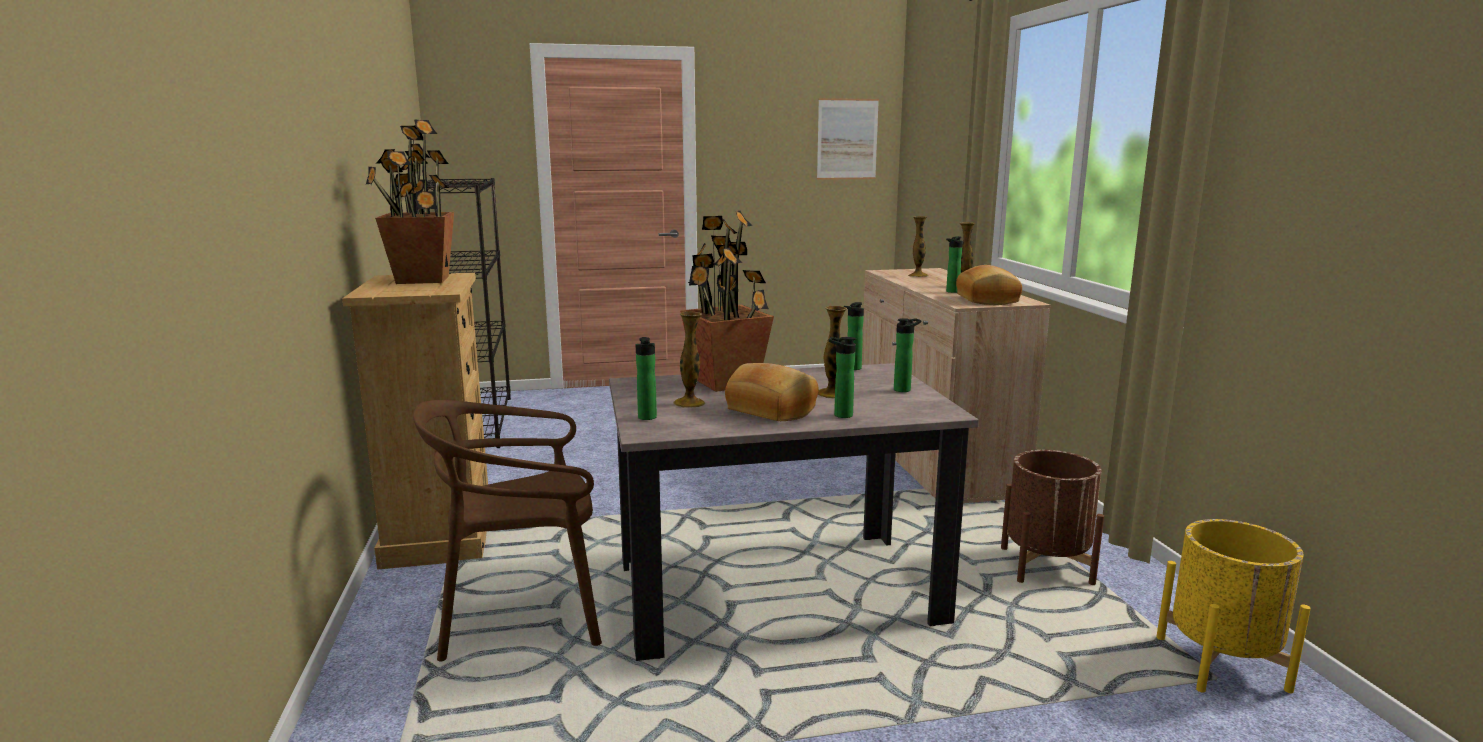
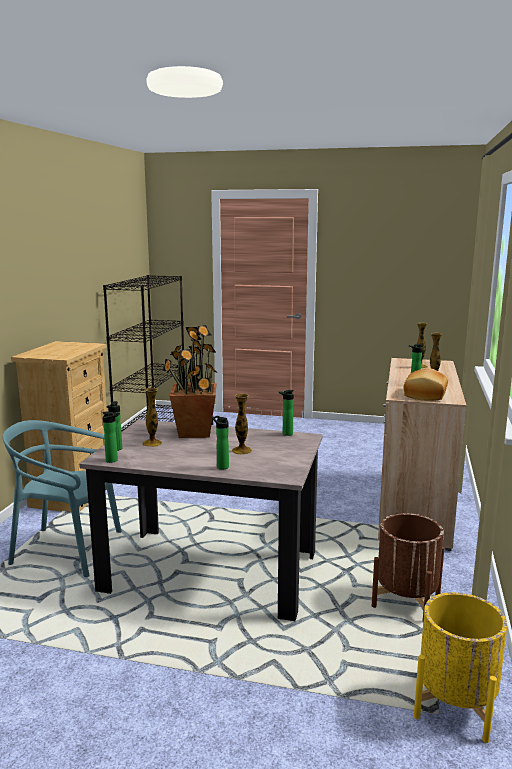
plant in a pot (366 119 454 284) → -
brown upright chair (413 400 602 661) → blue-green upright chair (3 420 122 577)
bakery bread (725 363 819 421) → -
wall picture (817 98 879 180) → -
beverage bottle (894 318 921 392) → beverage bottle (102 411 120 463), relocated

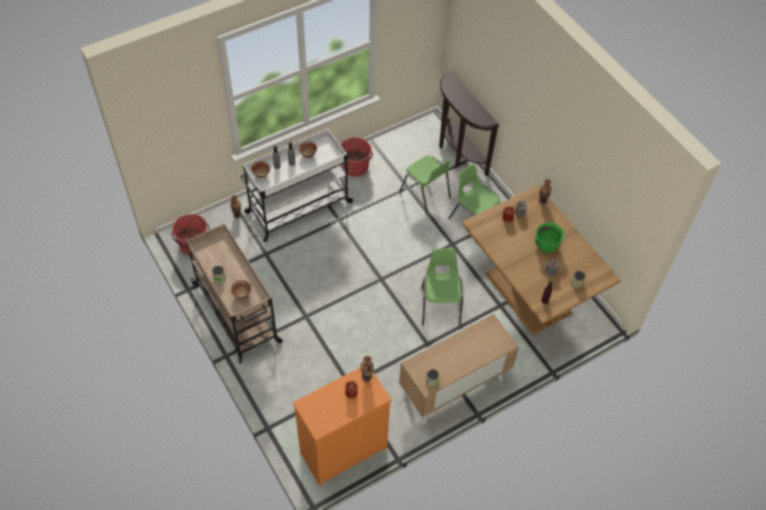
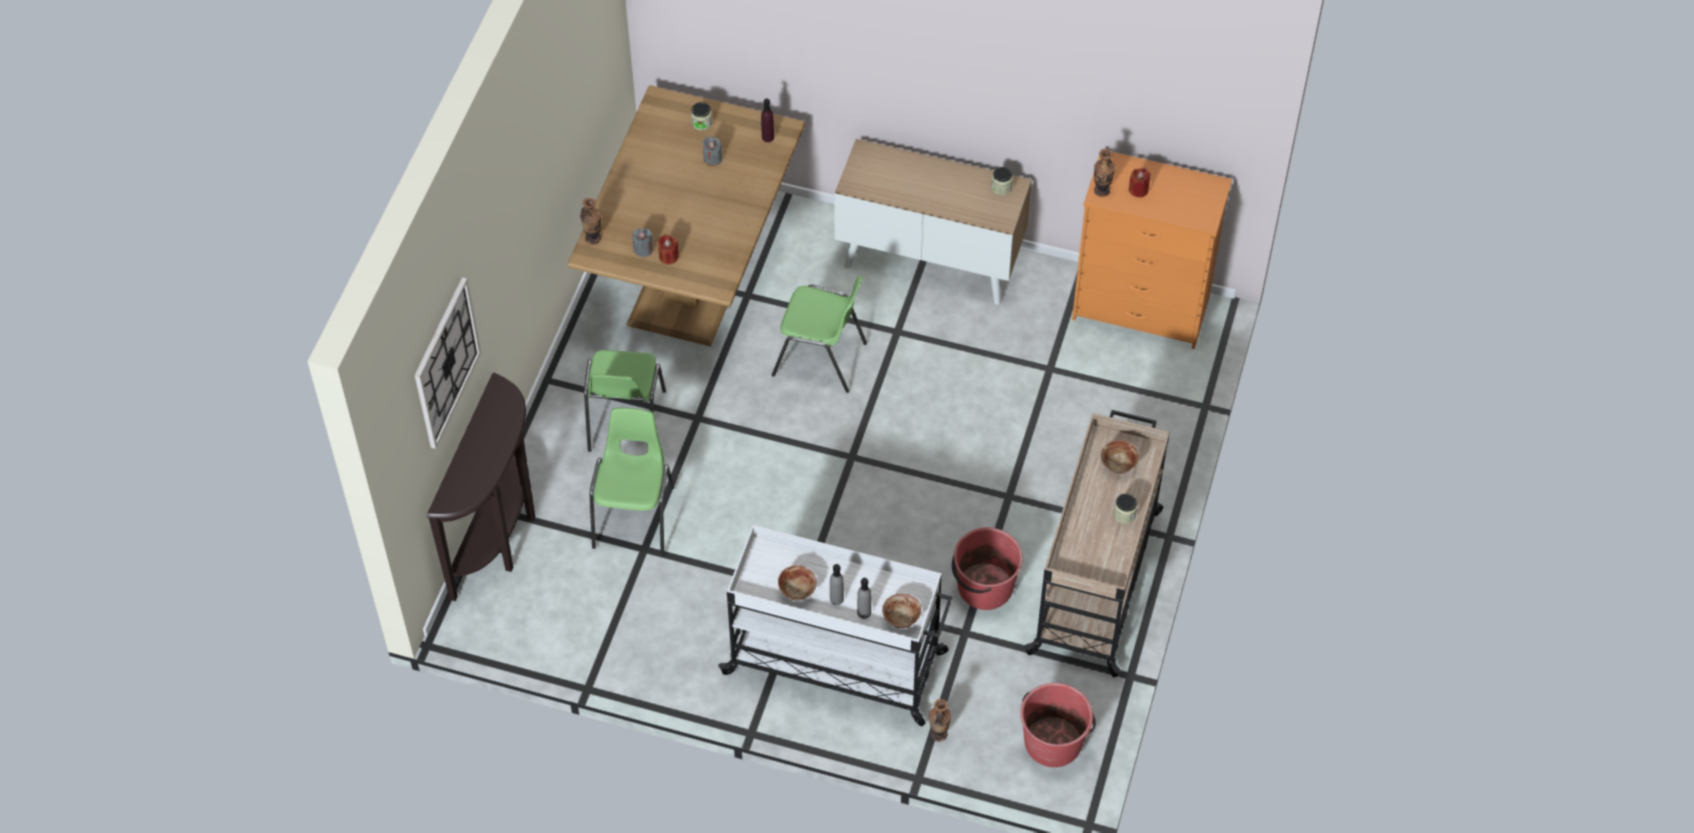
red-coloured water bucket (340 137 373 177) → red-coloured water bucket (952 527 1023 610), relocated
green upright chair (421 248 464 325) → green upright chair (772 276 867 393), 120 degrees counterclockwise
green saucepot (535 222 564 252) → -
- → clock on the wall (415 277 481 449)

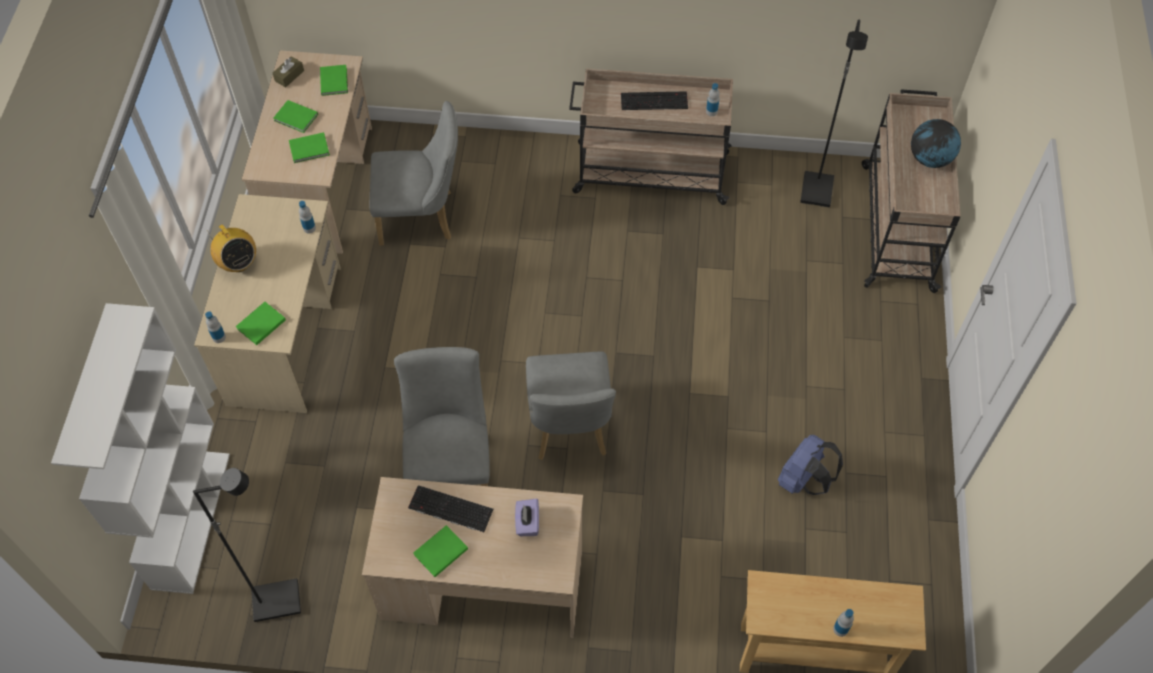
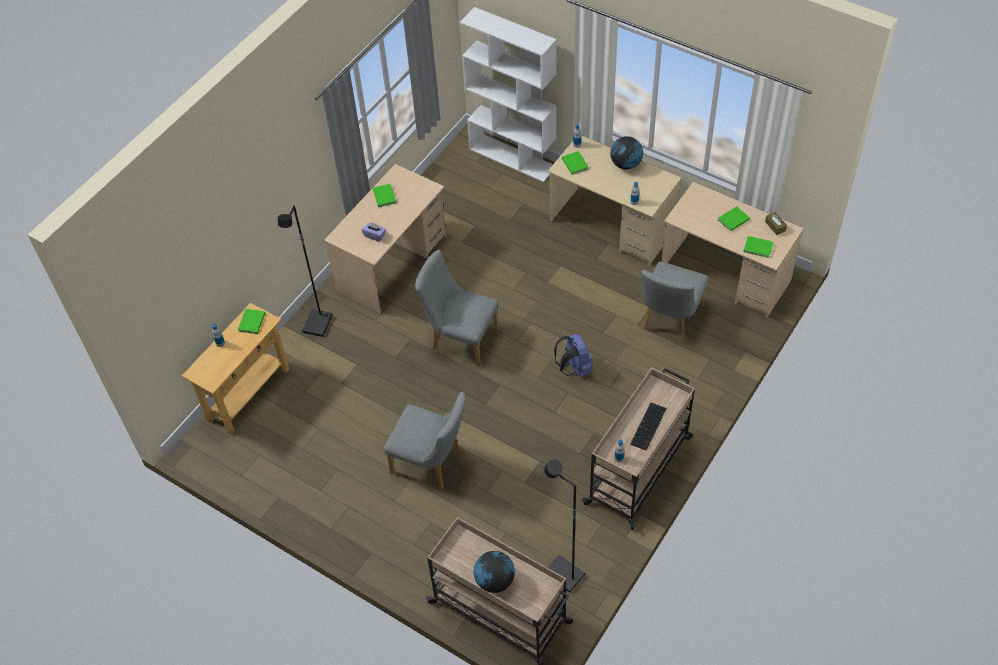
black standing lamp (193 468 301 622) → black standing lamp (278 205 333 337), relocated
radio set (207 225 256 272) → world globe (610 136 643 170)
green bound book (289 132 330 163) → green bound book (238 309 265 334), relocated
greyish upright chair (394 347 490 486) → greyish upright chair (384 392 465 489), relocated
keyboard (408 485 493 532) → -
blue-coloured rucksack (778 435 843 495) → blue-coloured rucksack (554 334 593 377), relocated

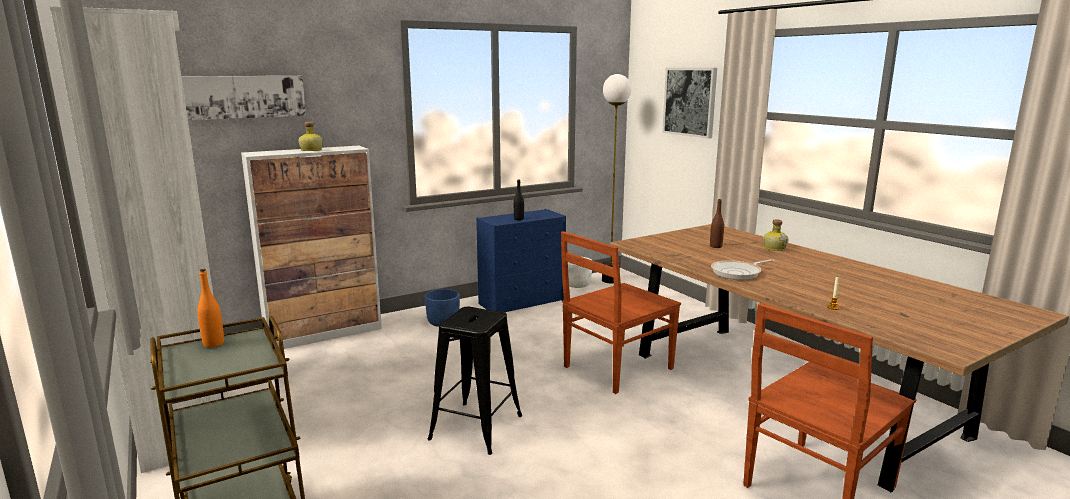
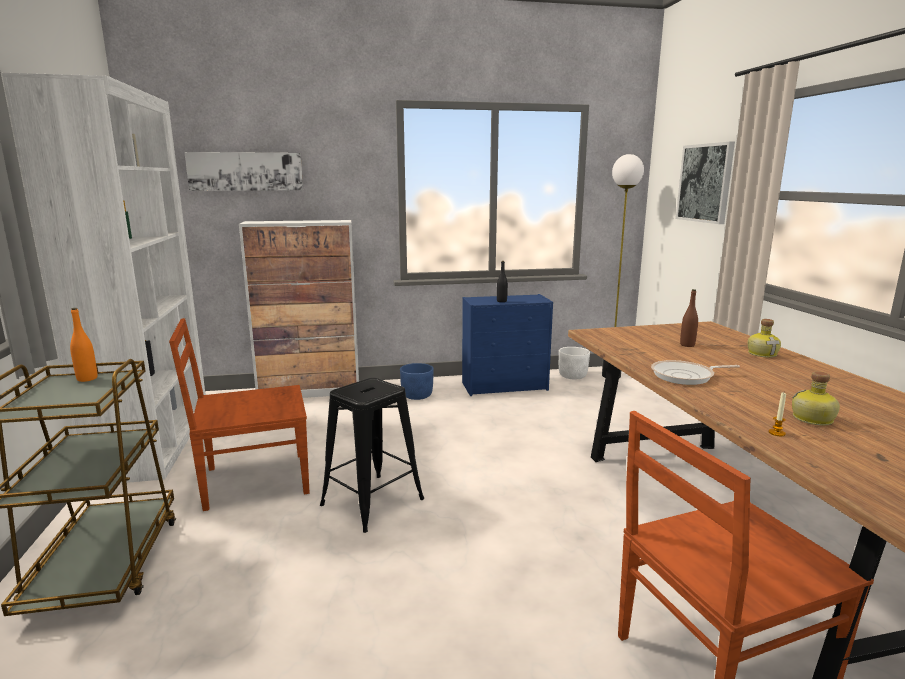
beverage bottle (299 122 323 151) → beverage bottle (792 371 840 426), relocated
brown upright chair (561 231 681 394) → brown upright chair (169 318 310 511), relocated

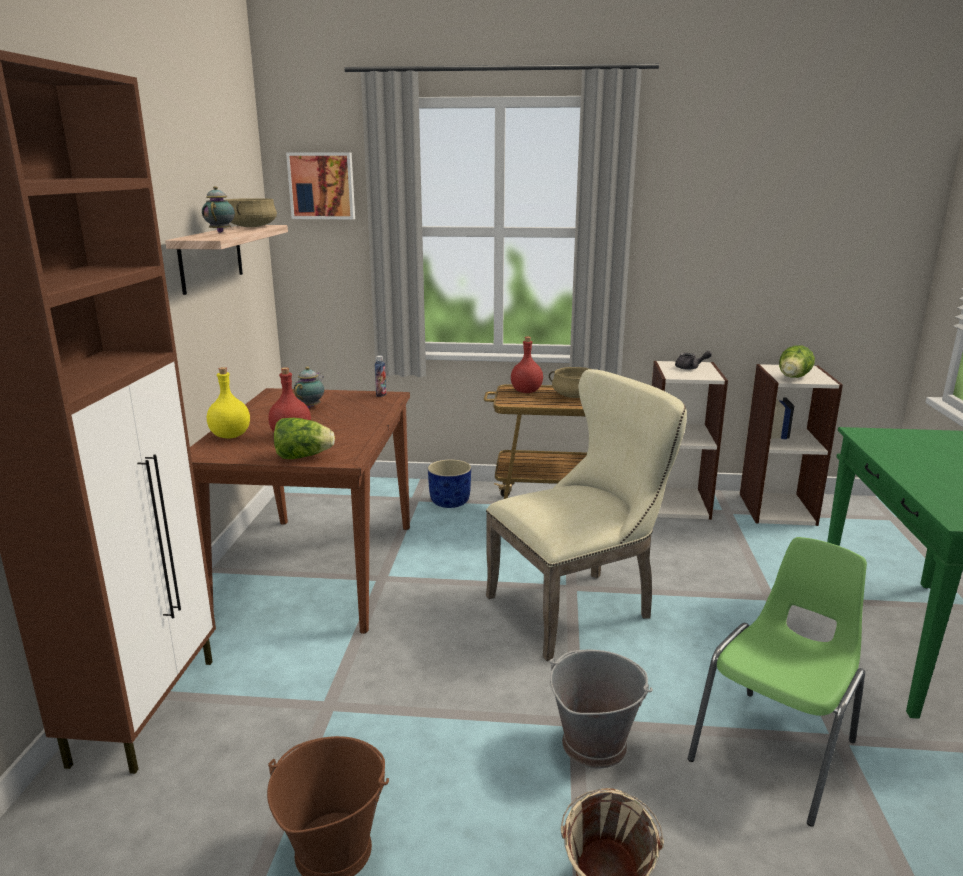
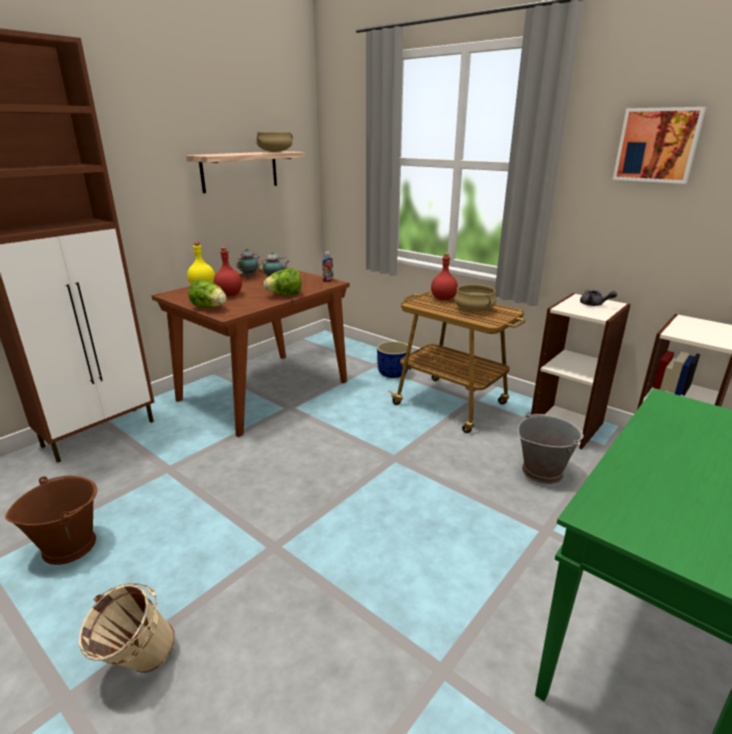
teapot (202 186 235 233) → teapot (237 249 260 277), relocated
wall picture (286 152 355 219) → wall picture (613 107 706 184), relocated
beige upright chair (486 369 687 661) → -
greyish water bucket (550 650 653 769) → greyish water bucket (518 412 584 484), relocated
green upright chair (688 537 867 827) → -
head of lettuce (779 345 815 378) → head of lettuce (263 268 302 295), relocated

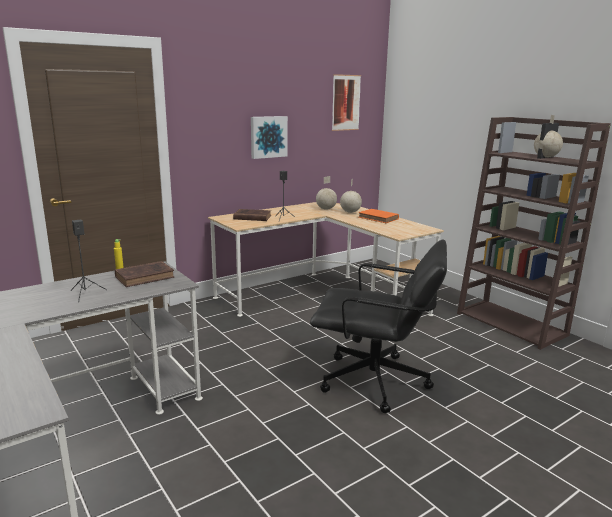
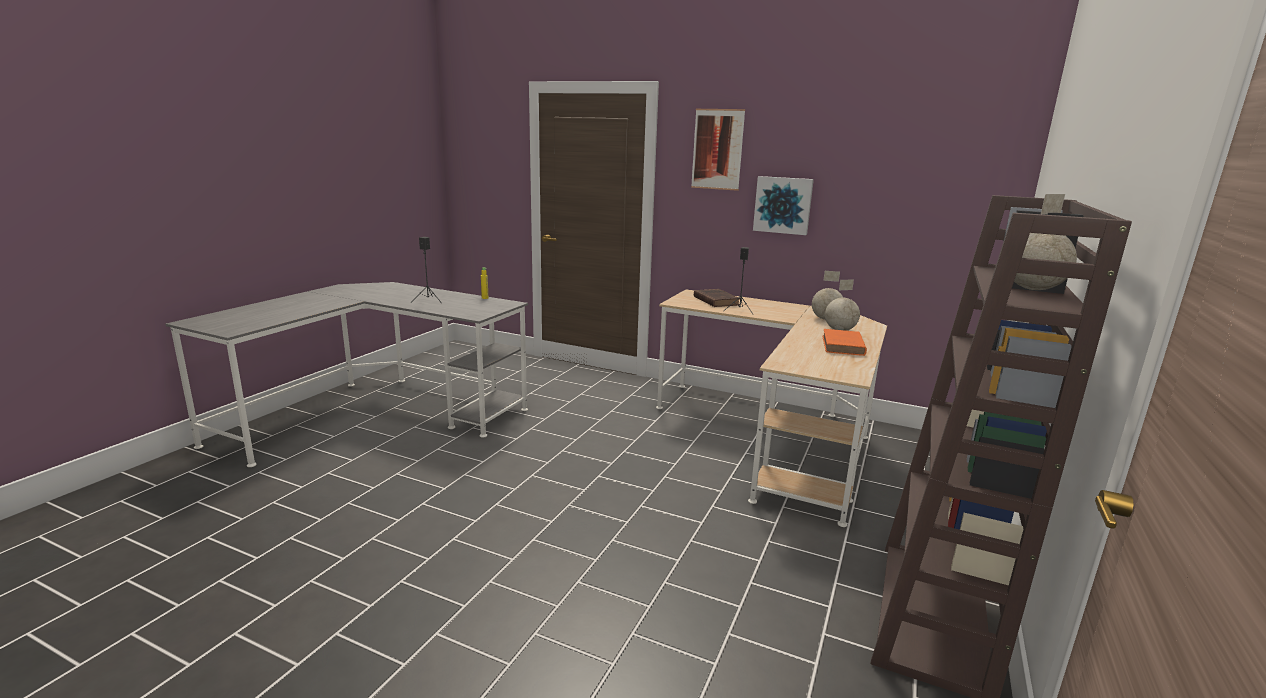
brown bound book (115 261 174 287) → -
black desk chair (310 239 447 413) → -
wall picture (332 74 361 131) → wall picture (691 109 745 191), relocated

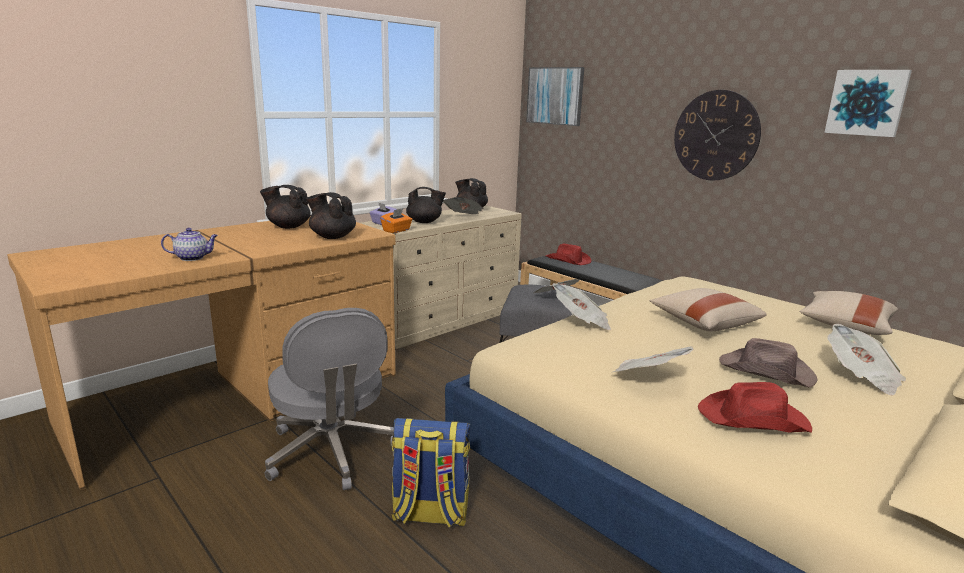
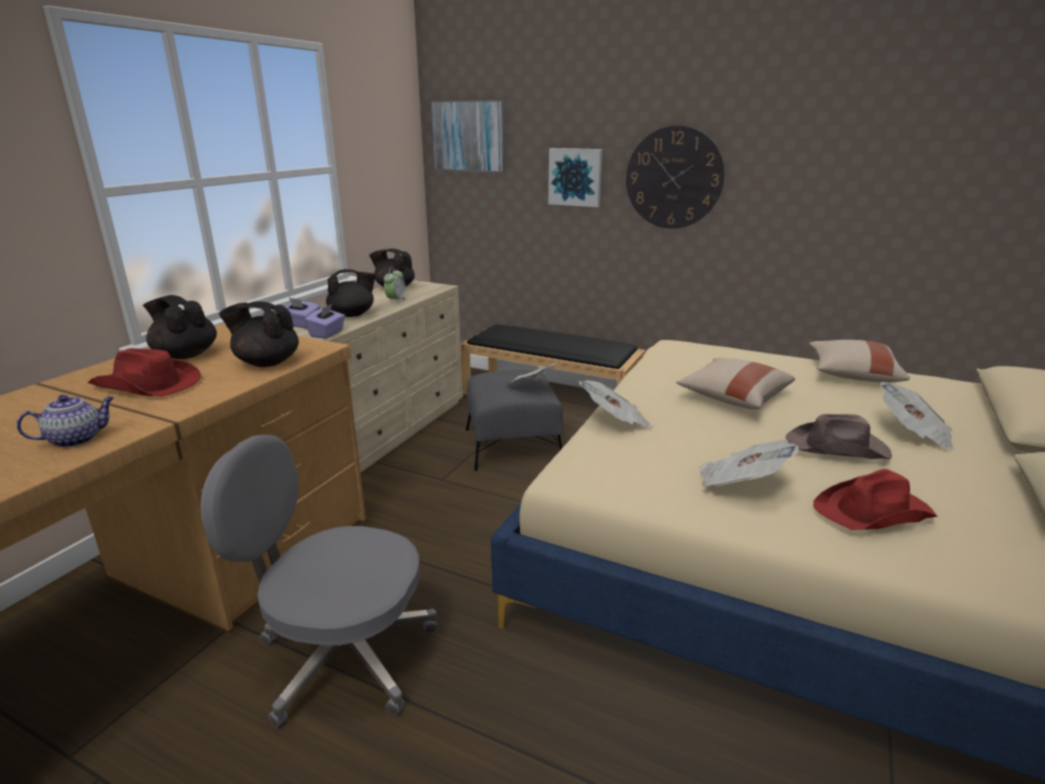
black teapot (260 185 311 229) → black teapot (143 295 217 359), 45 degrees clockwise
greyish desk chair (265 308 394 490) → greyish desk chair (201 435 438 728), 150 degrees clockwise
orange box of tissues (380 209 412 233) → purplish box of tissues (304 304 345 339)
rucksack (391 418 471 527) → -
newspaper (443 197 483 214) → table clock (384 267 406 305)
red-coloured hat (546 244 592 265) → red-coloured hat (88 348 201 397), relocated
wall picture (824 70 912 137) → wall picture (548 148 603 207), relocated

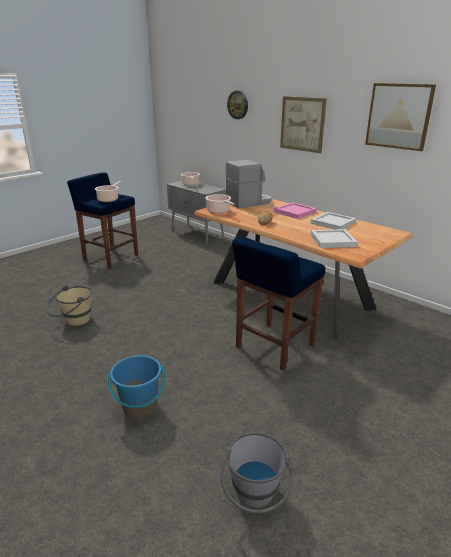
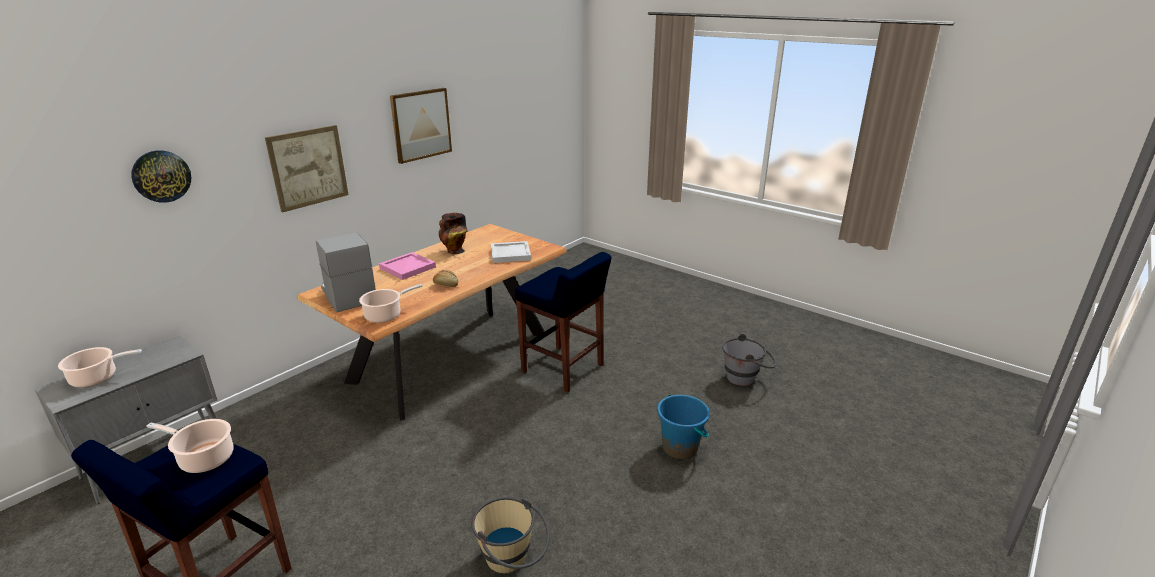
whitish carrying tray (311 212 356 229) → flower vase (439 213 468 254)

